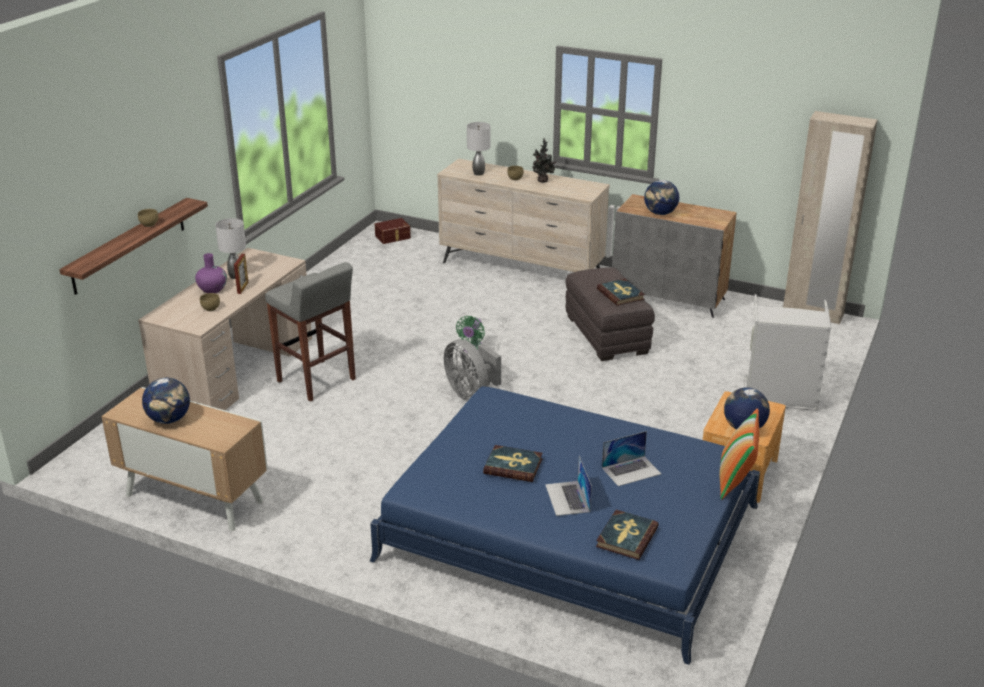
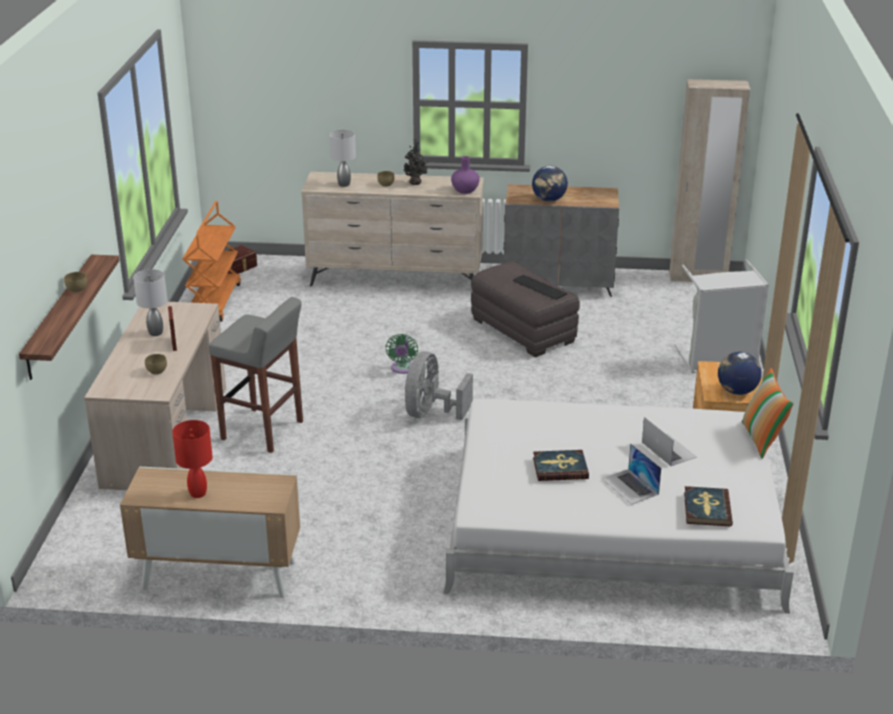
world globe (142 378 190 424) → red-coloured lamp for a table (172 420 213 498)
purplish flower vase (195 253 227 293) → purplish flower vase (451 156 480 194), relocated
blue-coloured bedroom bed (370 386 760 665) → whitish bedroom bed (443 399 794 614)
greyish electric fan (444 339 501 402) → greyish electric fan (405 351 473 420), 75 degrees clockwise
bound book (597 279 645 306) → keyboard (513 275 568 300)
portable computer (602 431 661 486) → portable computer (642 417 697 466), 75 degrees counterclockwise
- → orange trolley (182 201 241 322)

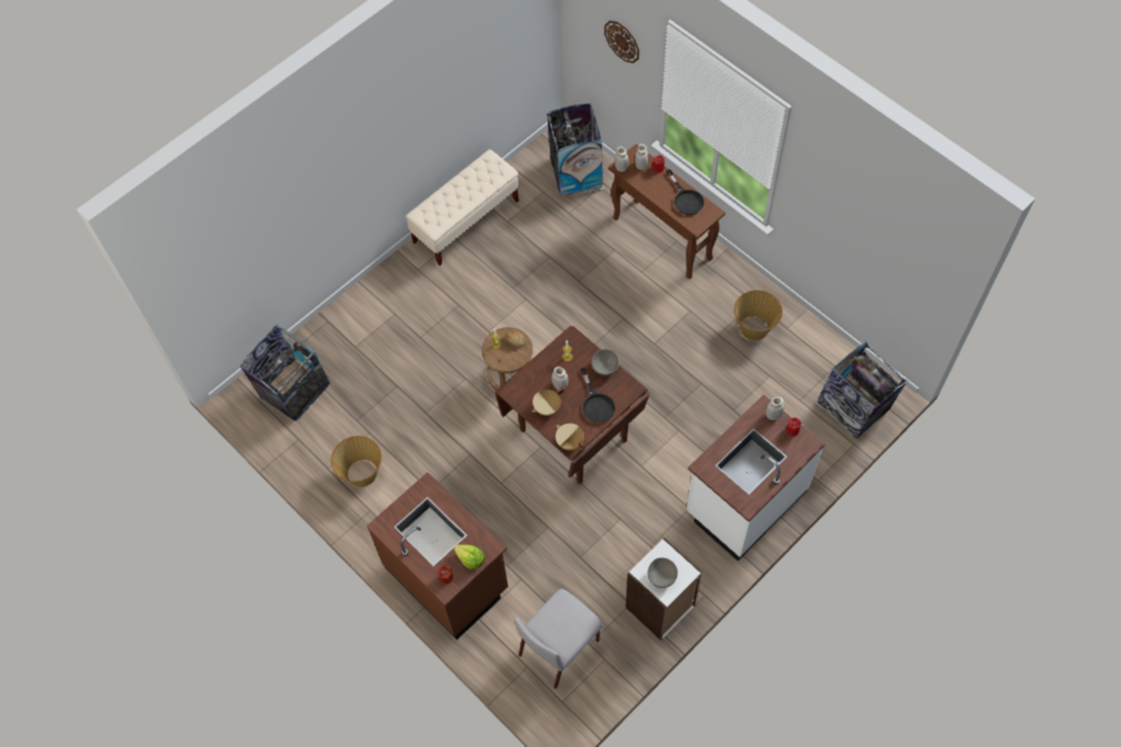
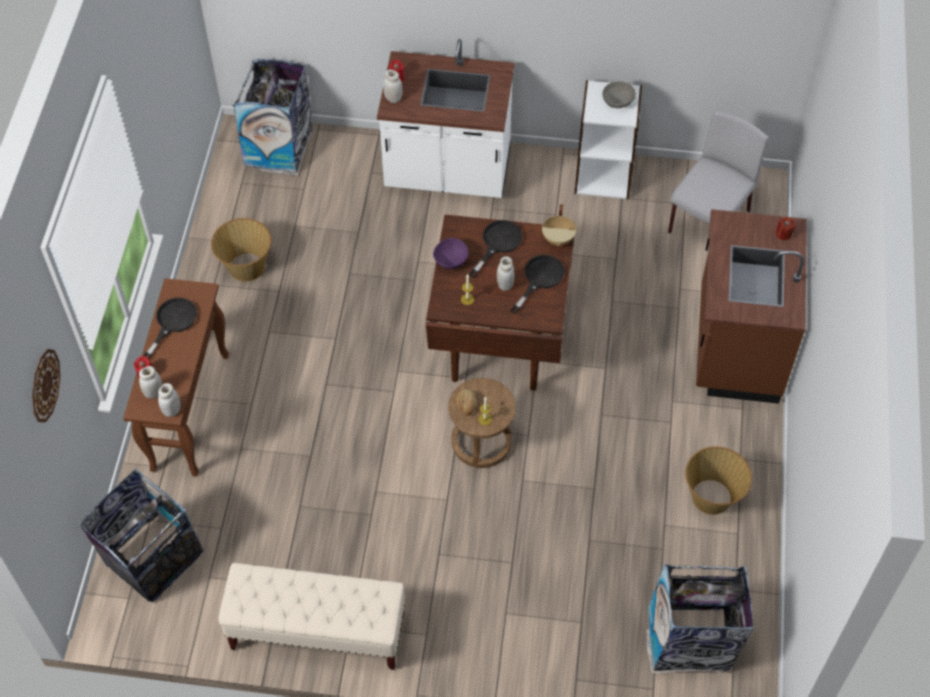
head of lettuce (454 545 485 570) → -
greyish upright chair (514 589 603 689) → greyish upright chair (668 111 769 233), 60 degrees counterclockwise
beige saucepot (532 387 564 416) → black pan (510 255 565 314)
greyish bowl (592 349 619 376) → purplish bowl (433 238 469 269)

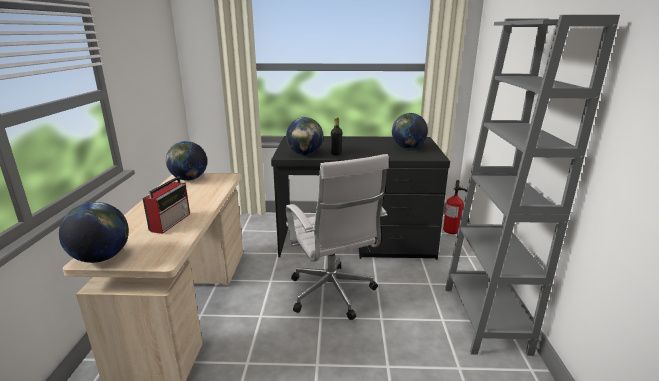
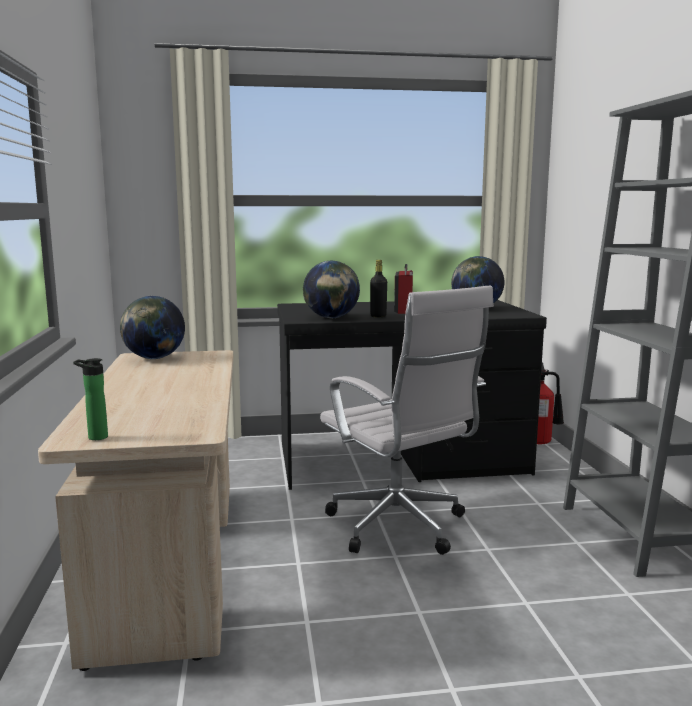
world globe (59 202 129 263) → beverage bottle (73 358 108 440)
radio set (143 176 190 234) → radio set (394 264 413 314), relocated

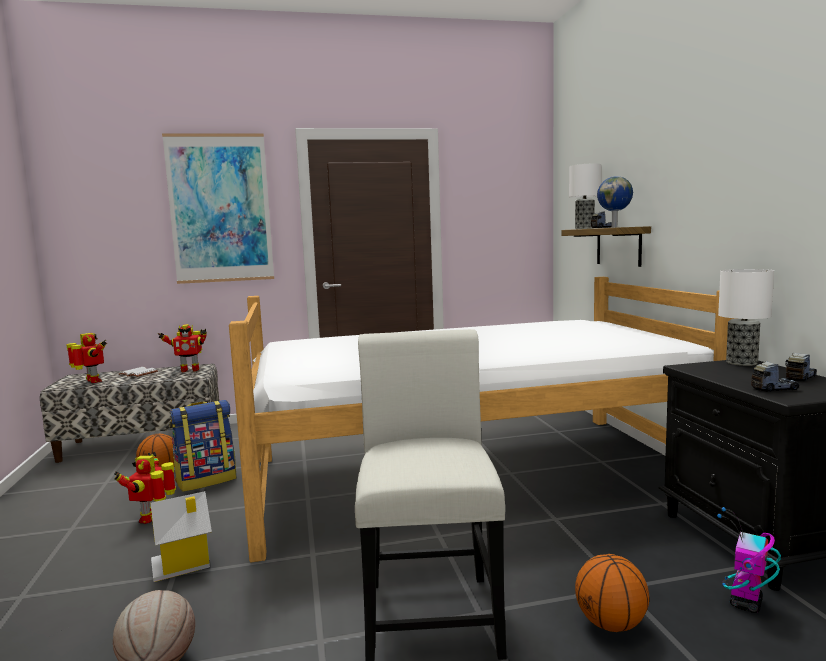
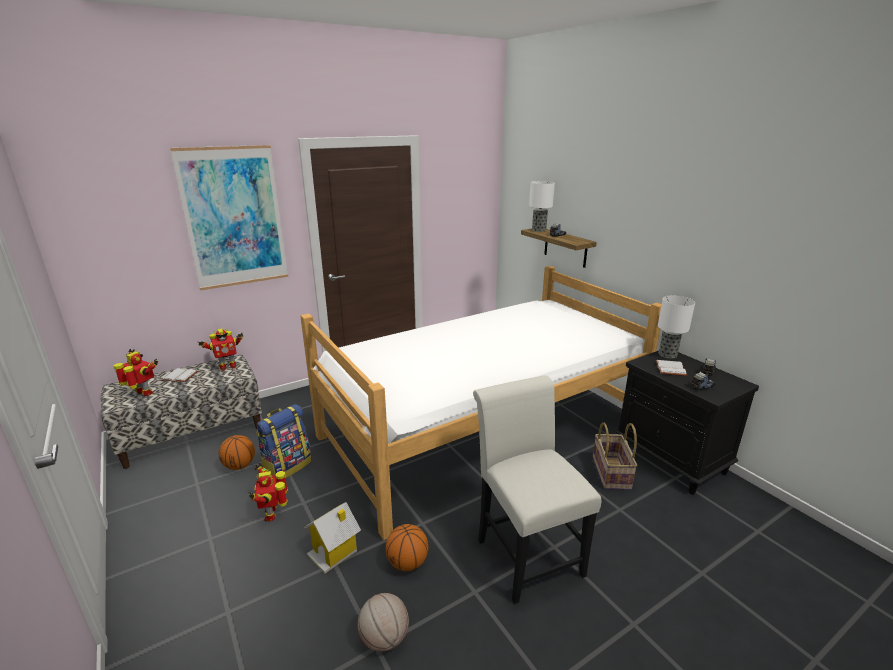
basketball (575 554 649 632) → basketball (385 524 429 571), relocated
world globe (597 176 633 227) → -
robot figure (717 507 781 613) → -
- → storage basket (593 423 637 490)
- → whitish bound book (655 360 687 376)

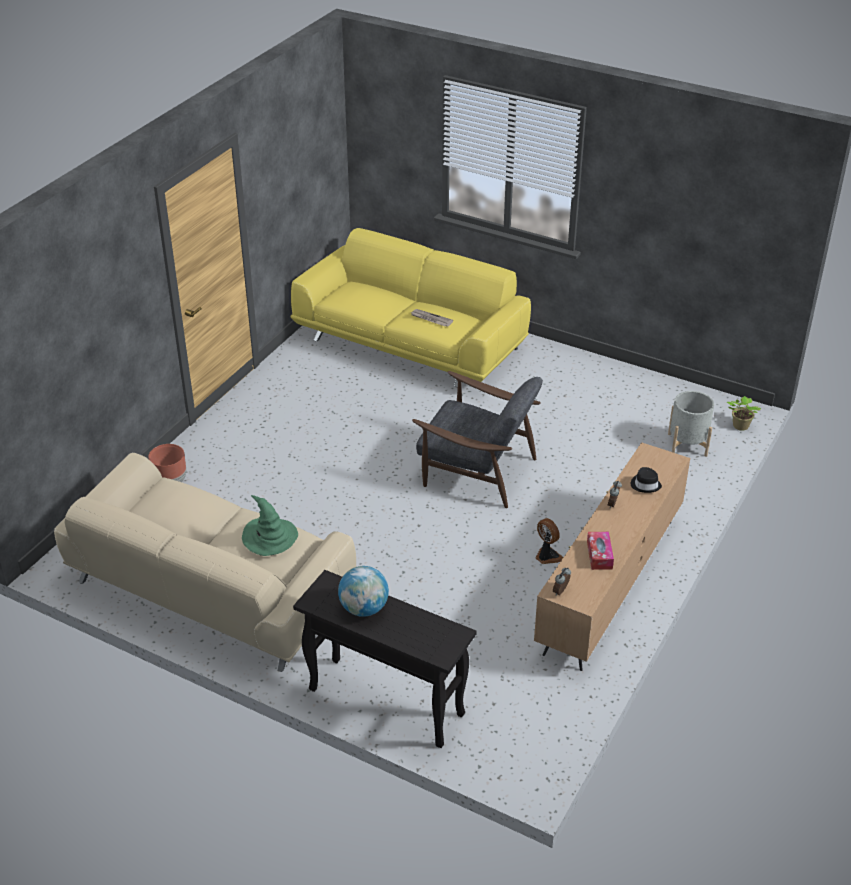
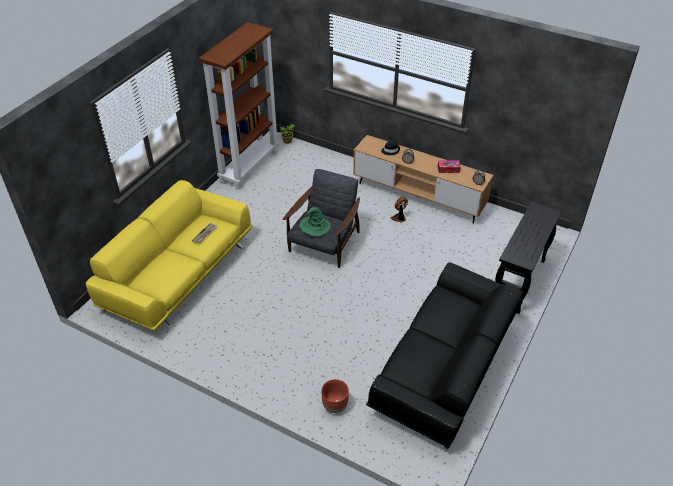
beige settee (54 452 356 672) → black settee (366 262 523 449)
green hat (242 495 298 556) → green hat (300 207 331 237), relocated
world globe (338 566 389 617) → -
greyish flower pot (668 391 714 457) → -
- → brown bookcase (199 22 279 190)

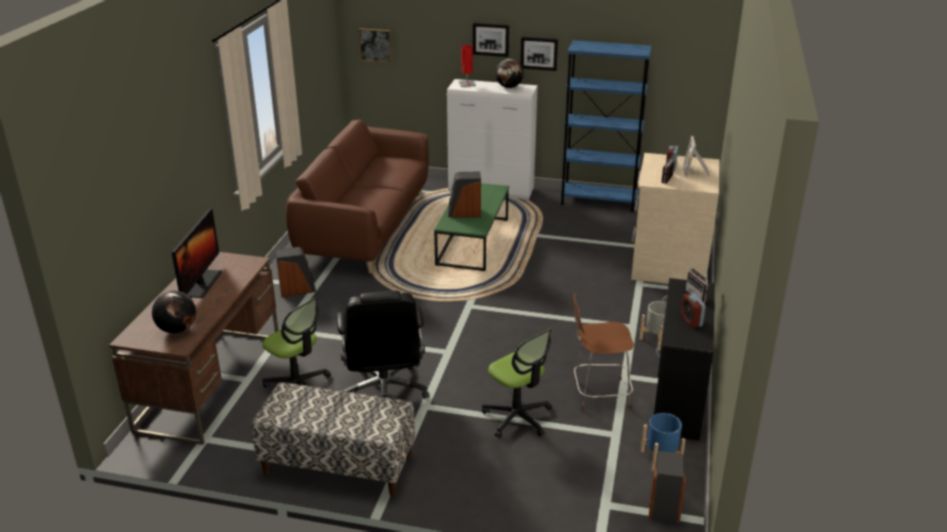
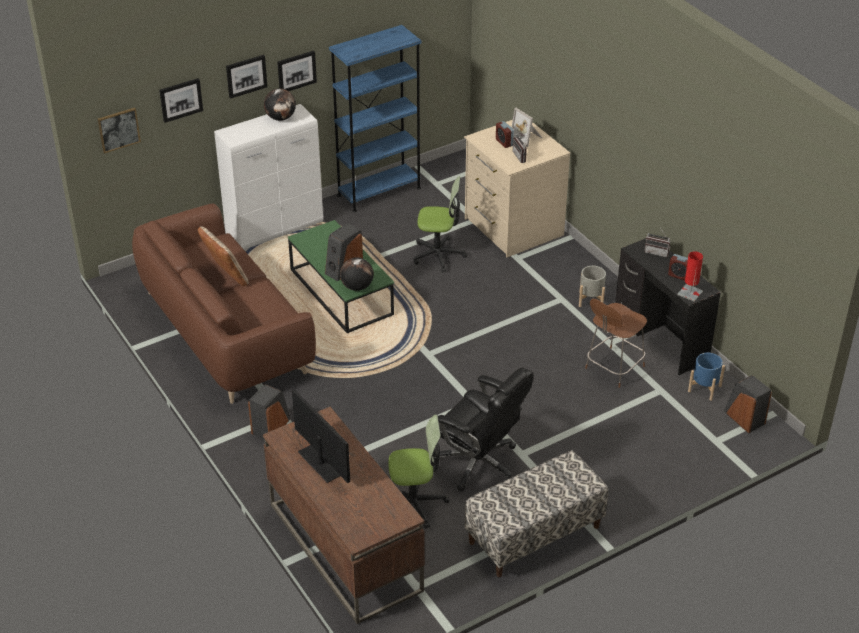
world globe (152 291 196 333) → world globe (340 257 374 291), relocated
red-coloured lamp for a table (458 45 476 87) → red-coloured lamp for a table (677 251 703 302), relocated
desk chair (482 329 552 438) → desk chair (413 176 467 273), relocated
- → wall picture (159 78 203 123)
- → beige cushion (198 226 249 286)

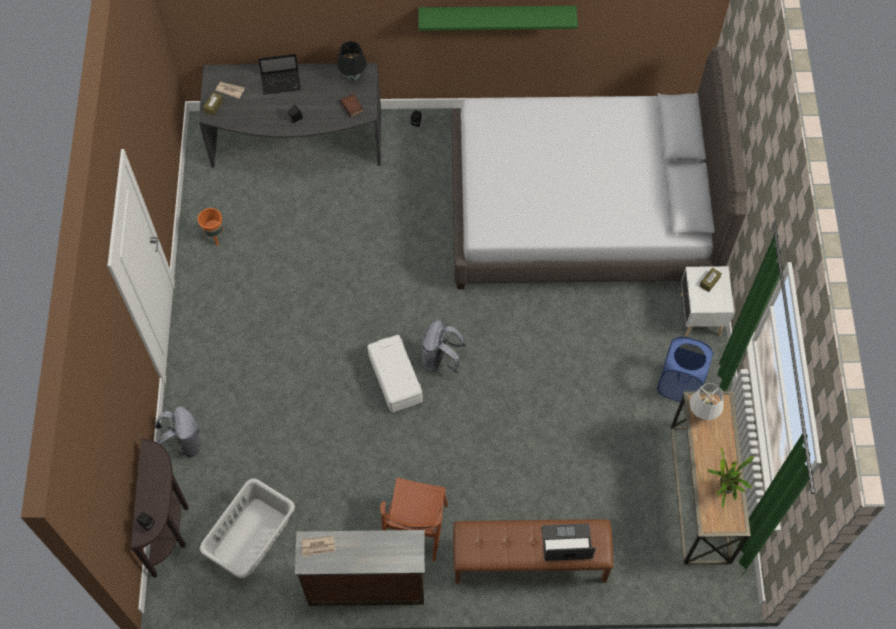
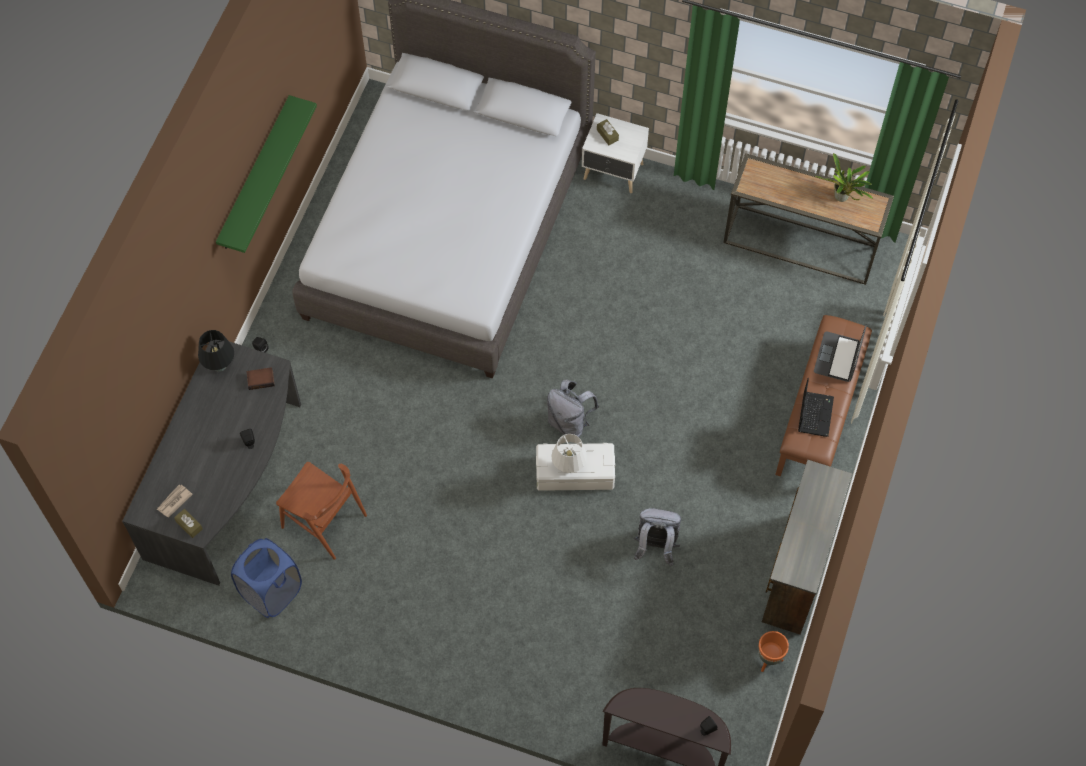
greyish rucksack (155 406 201 458) → greyish rucksack (634 508 681 566), relocated
orange flower pot (198 208 224 246) → orange flower pot (759 631 789 672), relocated
greyish washing basket (200 479 295 578) → -
portable computer (258 54 301 94) → portable computer (798 378 834 437), relocated
newspaper (301 535 336 557) → -
brown upright chair (380 478 448 562) → brown upright chair (276 462 367 560), relocated
blue-coloured washing basket (657 337 714 402) → blue-coloured washing basket (231 538 302 618), relocated
whitish lamp for a table (690 383 724 420) → whitish lamp for a table (552 434 587 473), relocated

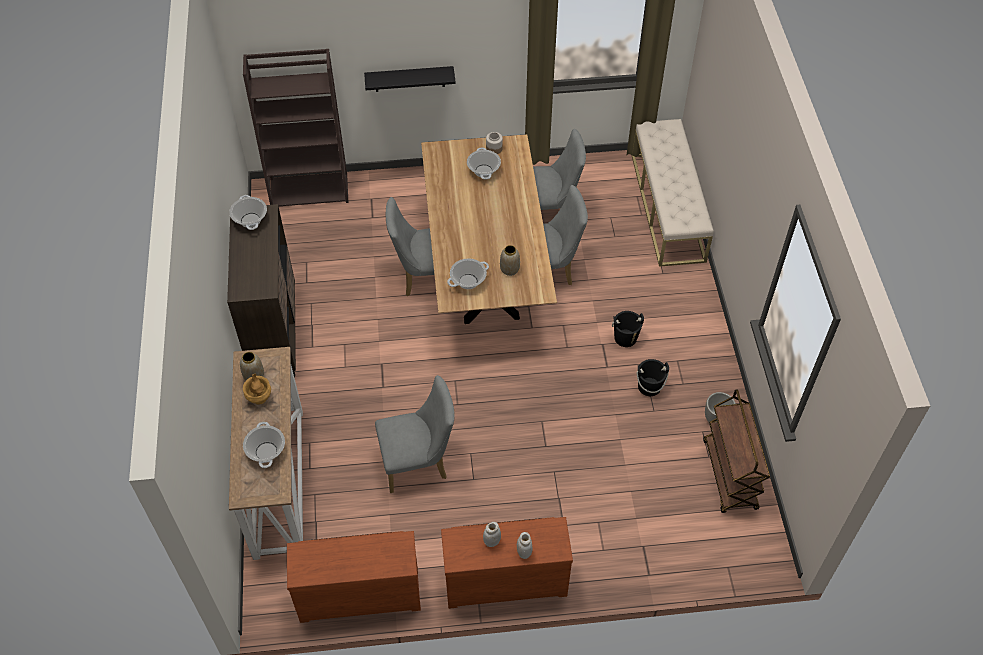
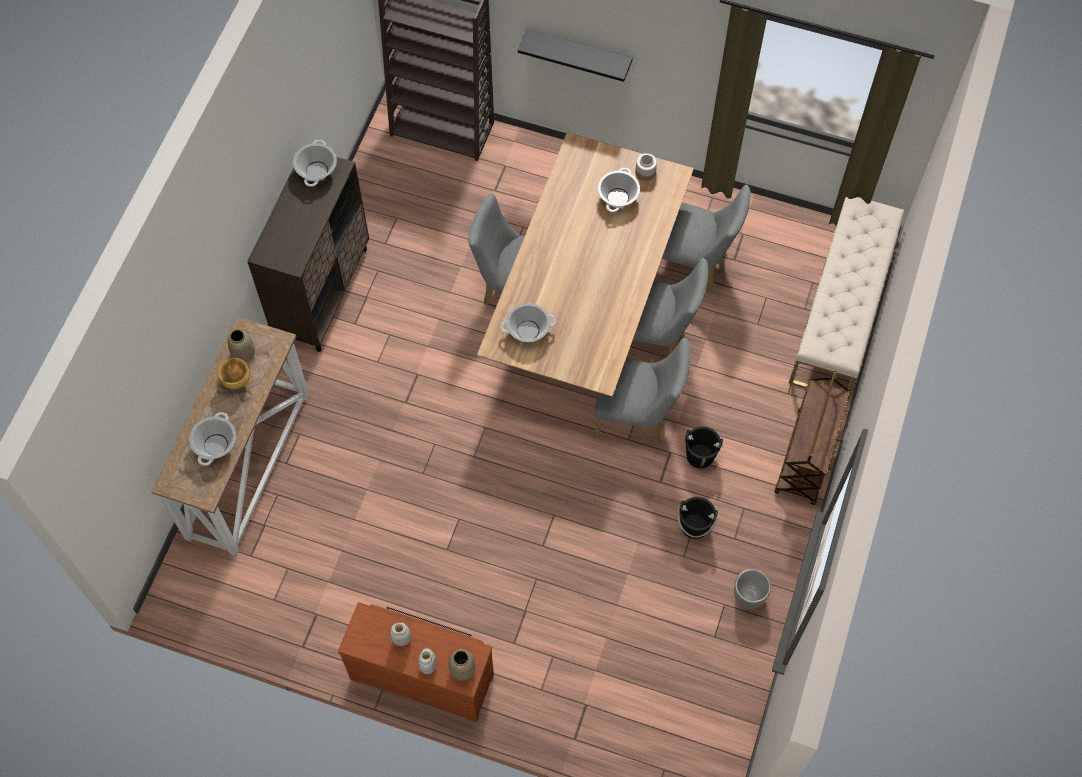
brown chest of drawers (287 531 421 623) → -
greyish upright chair (375 375 455 493) → greyish upright chair (594 338 690 444), relocated
flower vase (500 245 520 276) → flower vase (448 649 476 681), relocated
brown trolley (703 389 770 513) → brown trolley (775 371 850 505), relocated

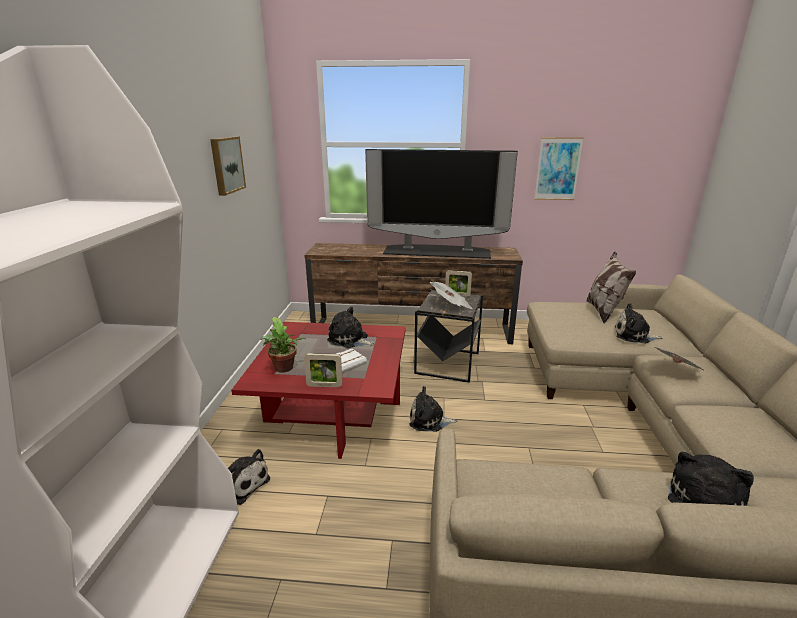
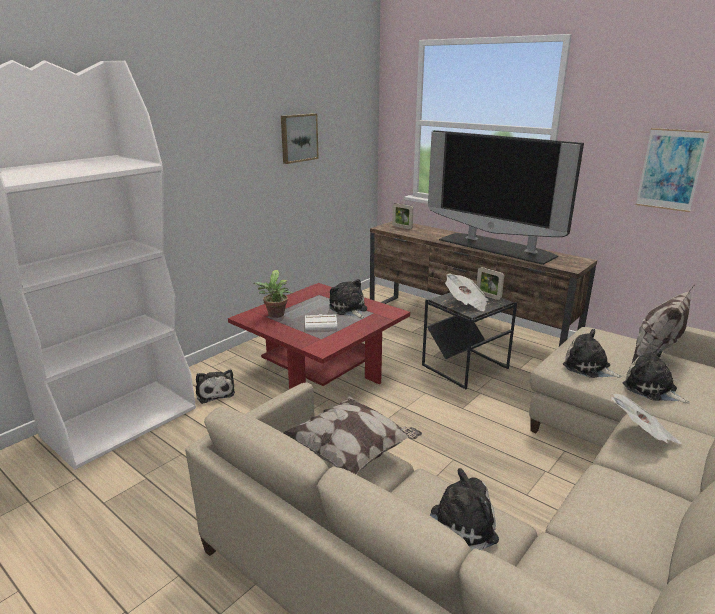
picture frame (304 353 343 387) → picture frame (392 203 413 229), relocated
plush toy (409 386 458 432) → plush toy (563 329 622 378), relocated
- → cushion (284 396 422 475)

